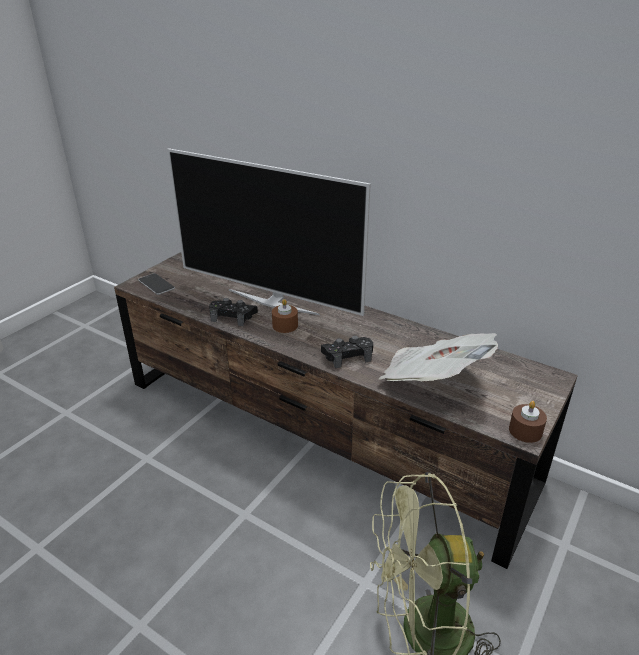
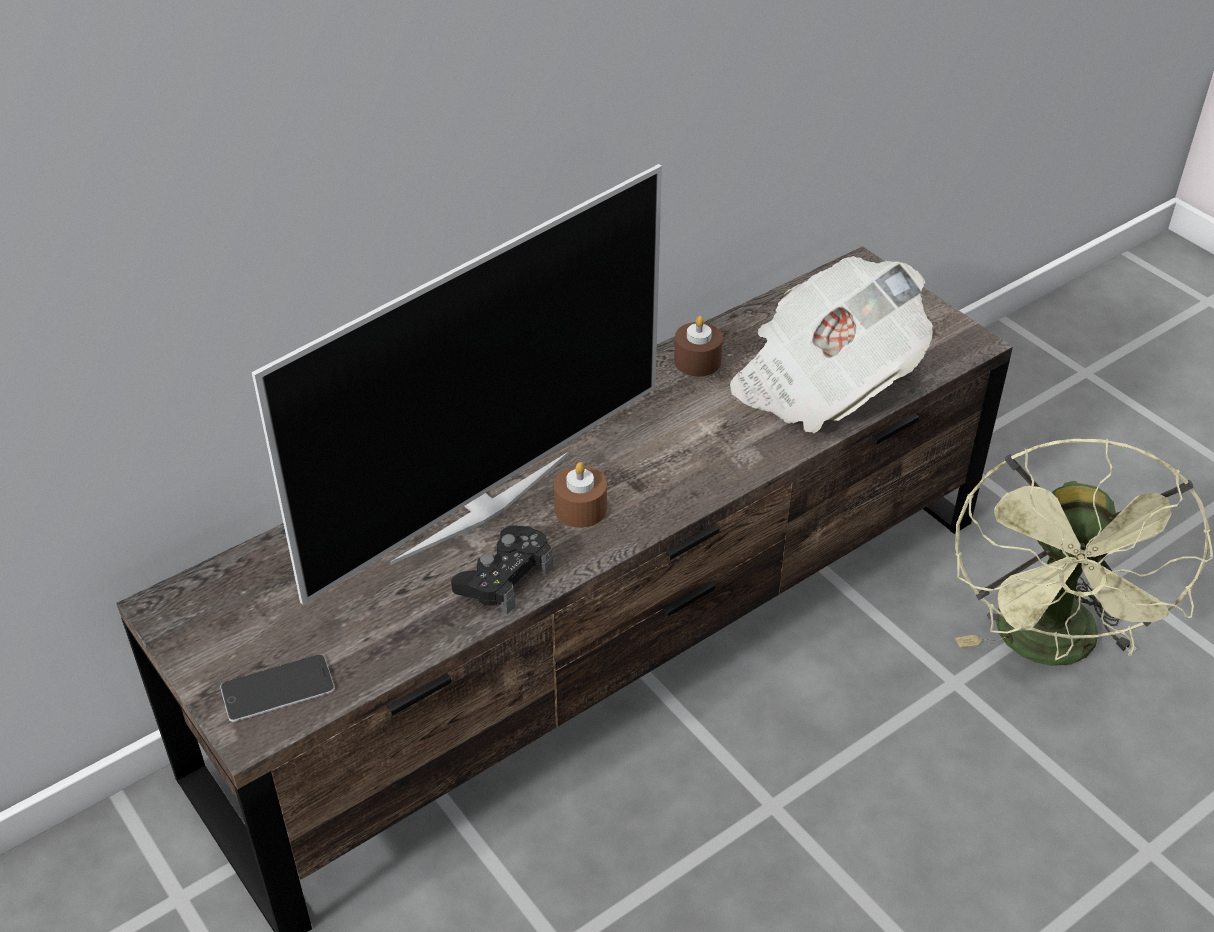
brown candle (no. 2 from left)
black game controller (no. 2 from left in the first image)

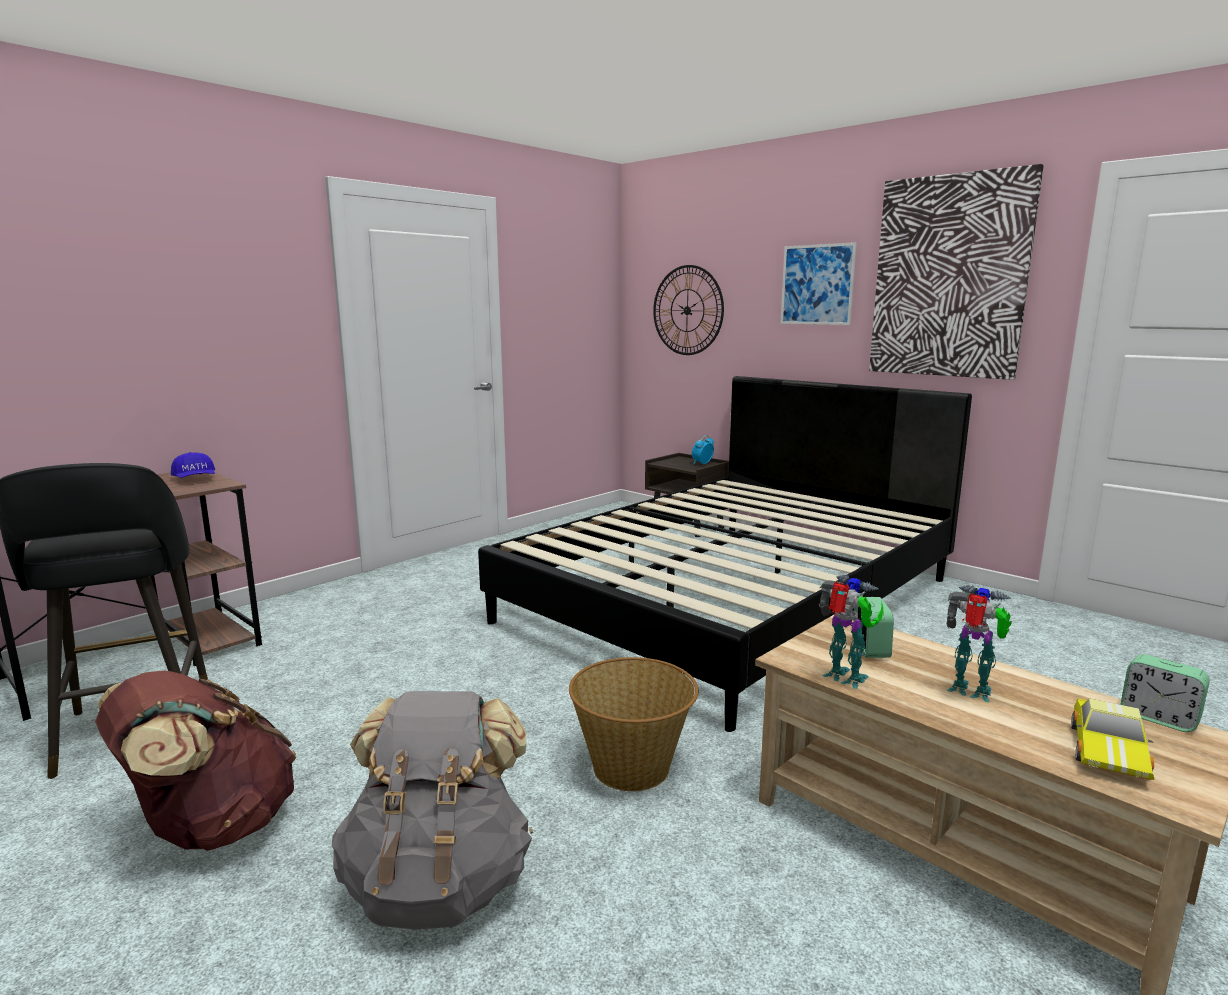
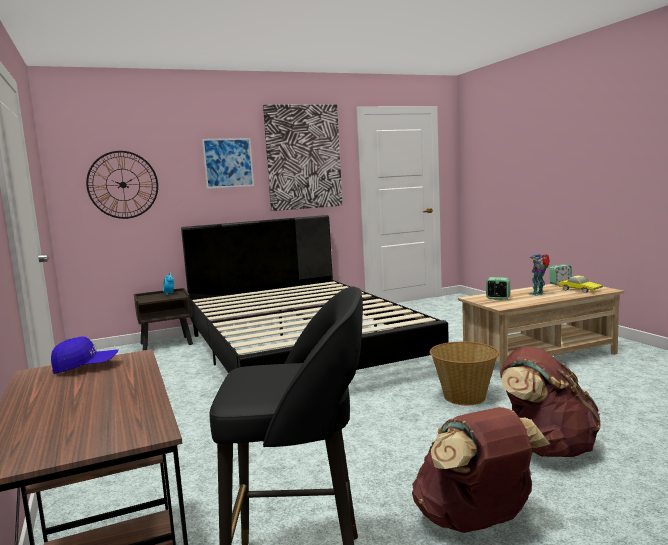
brown backpack (no. 2 from left)
toy robot (no. 1 from left in the first image)

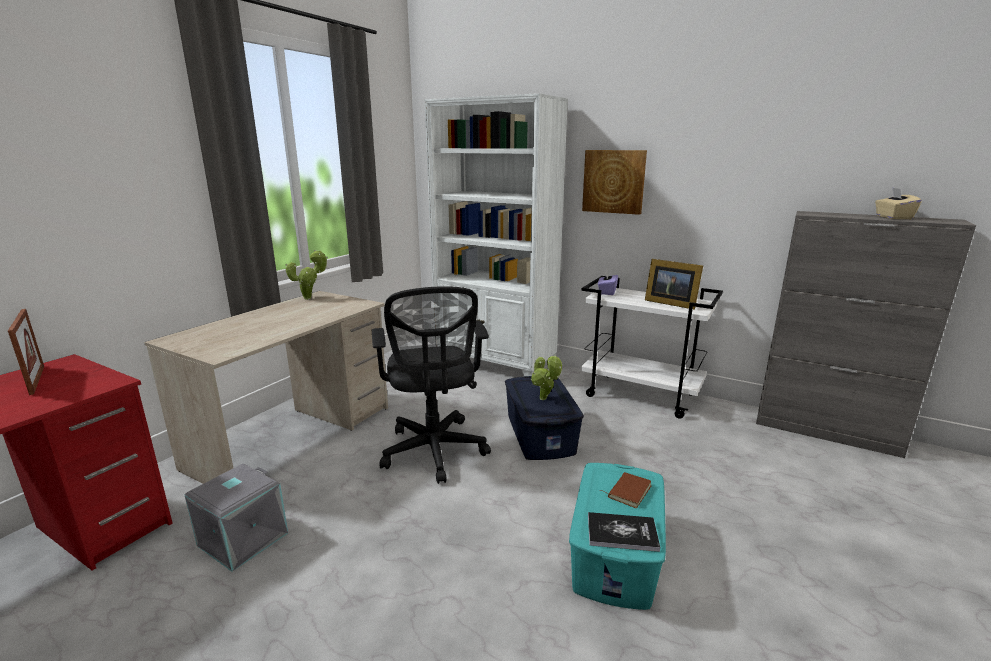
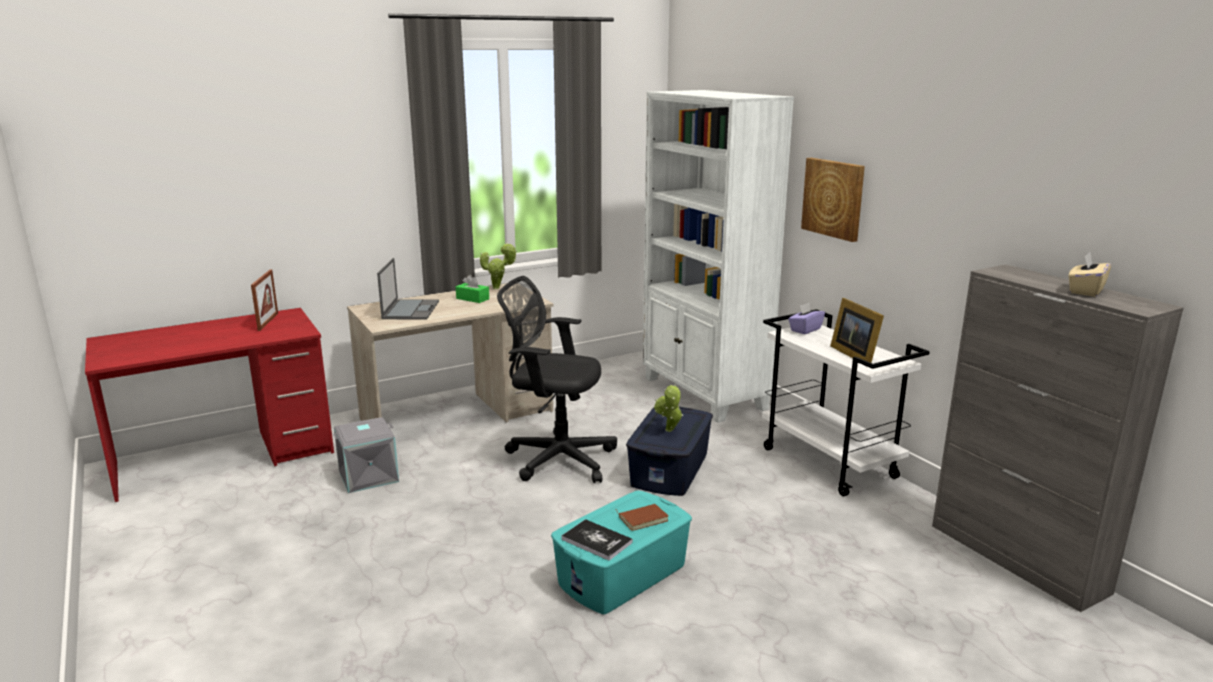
laptop
green tissue box
black office chair

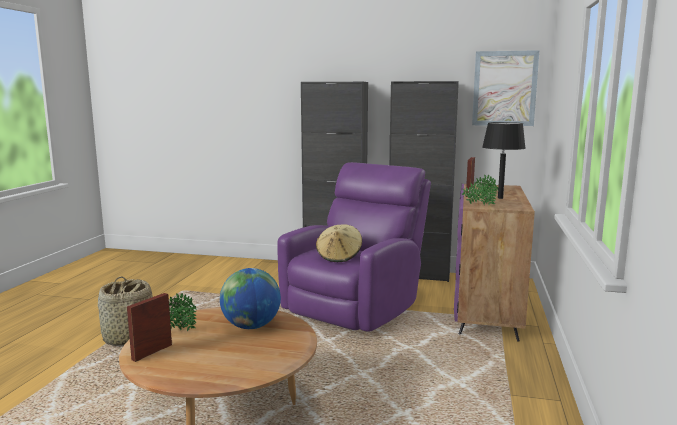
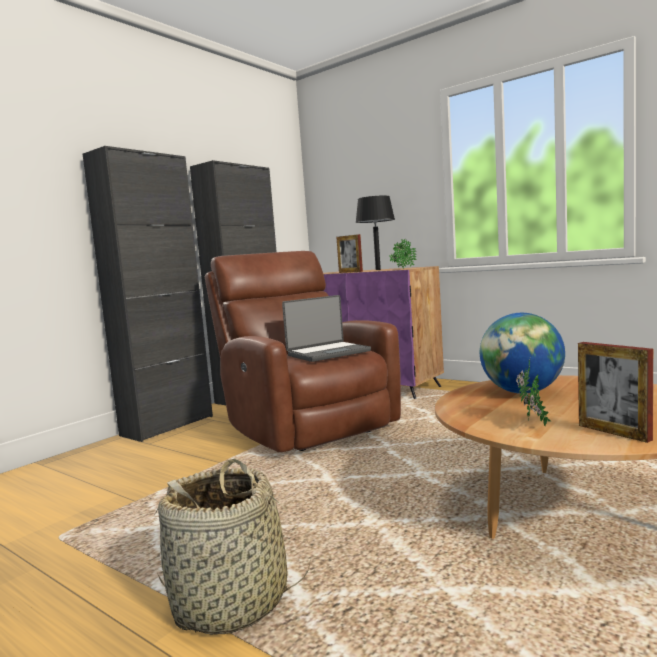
brown armchair
laptop
picture

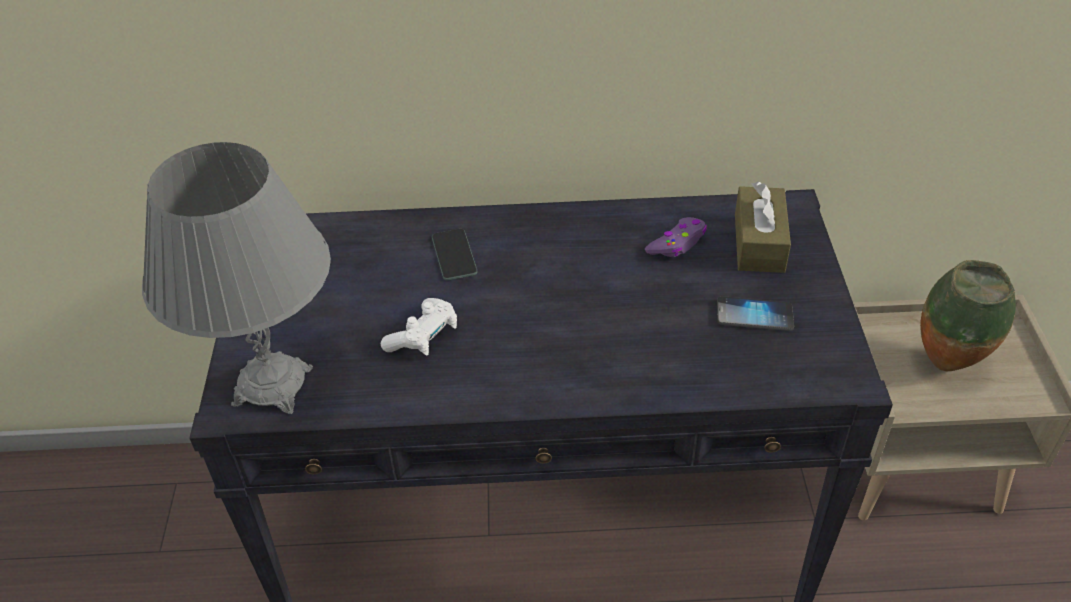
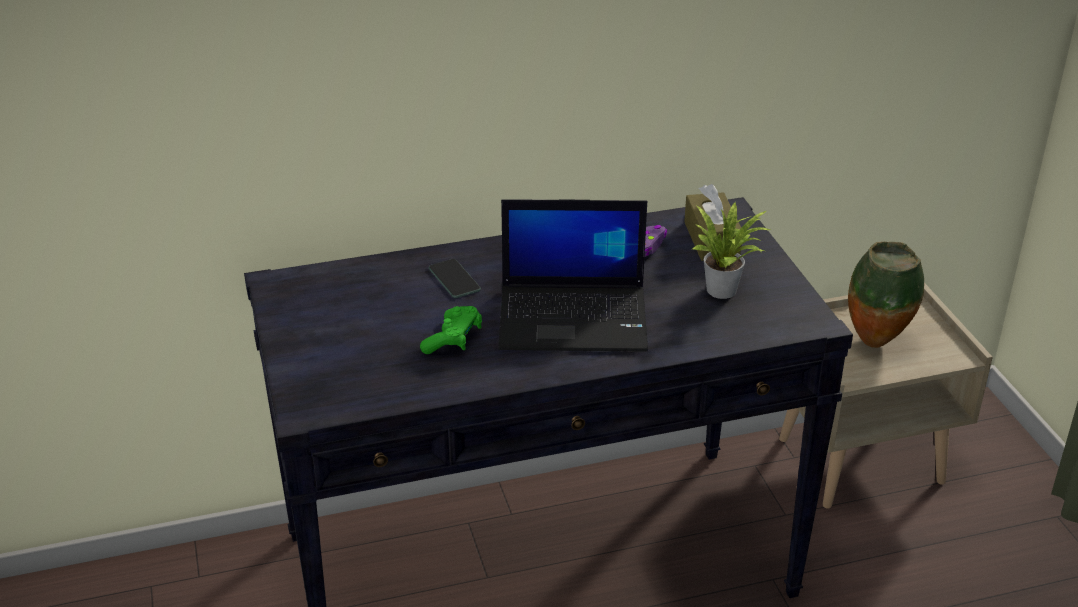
green game controller
laptop
potted plant
grey table lamp

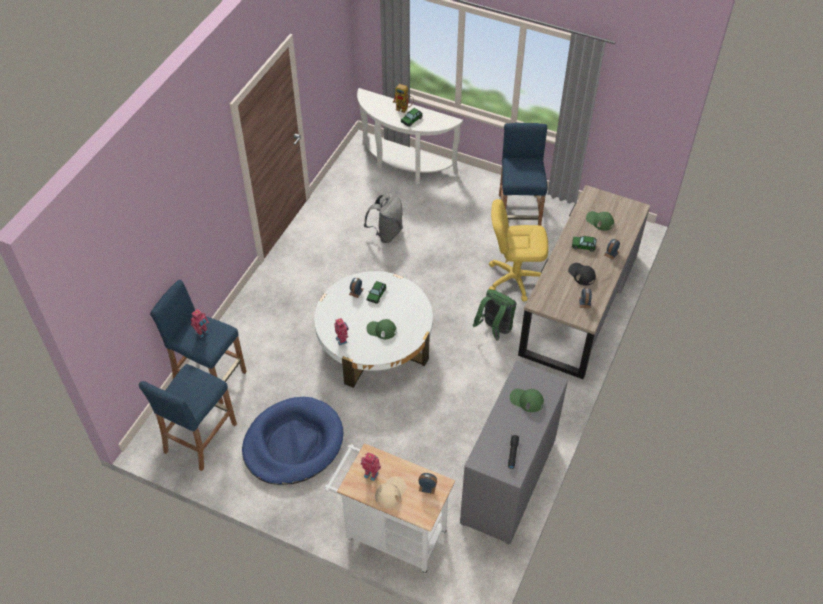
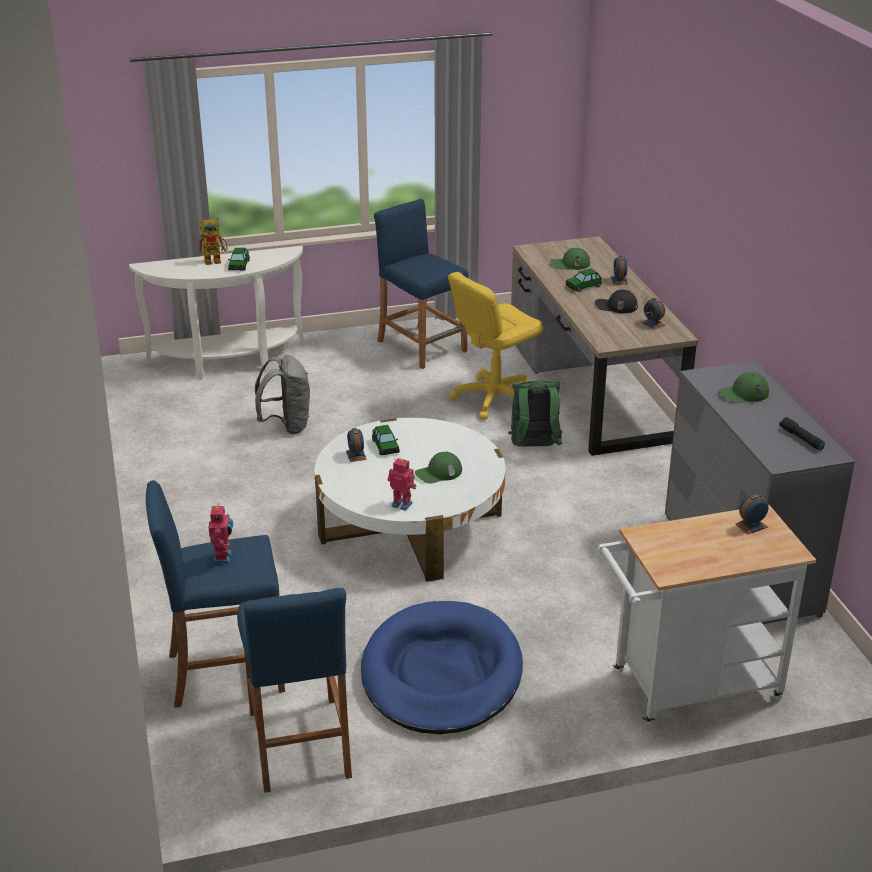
toy robot (no. 3 from left in the first image)
beige cap

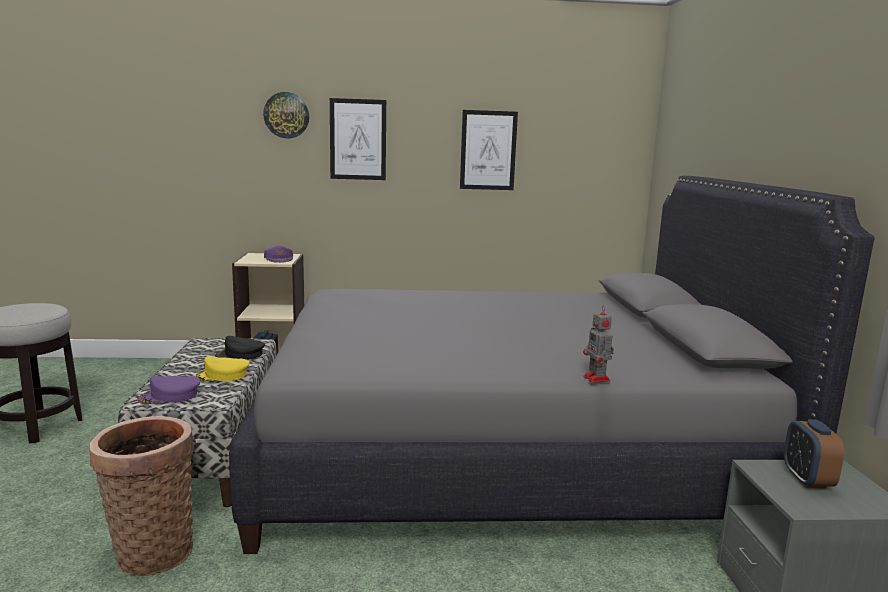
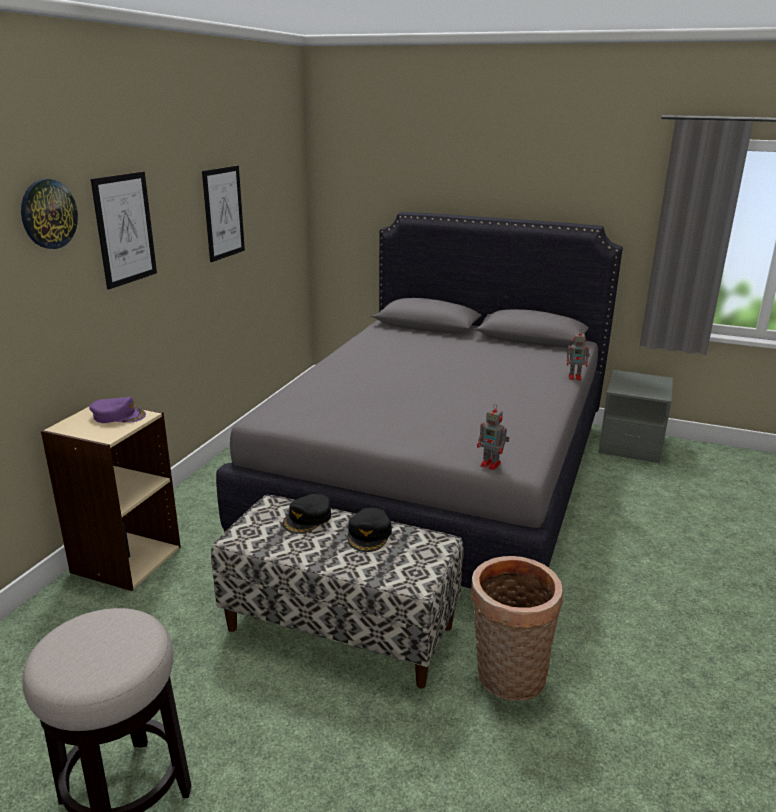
black cap (no. 2 from left)
toy robot (no. 1 from left)
purple cap (no. 1 from left in the first image)
alarm clock

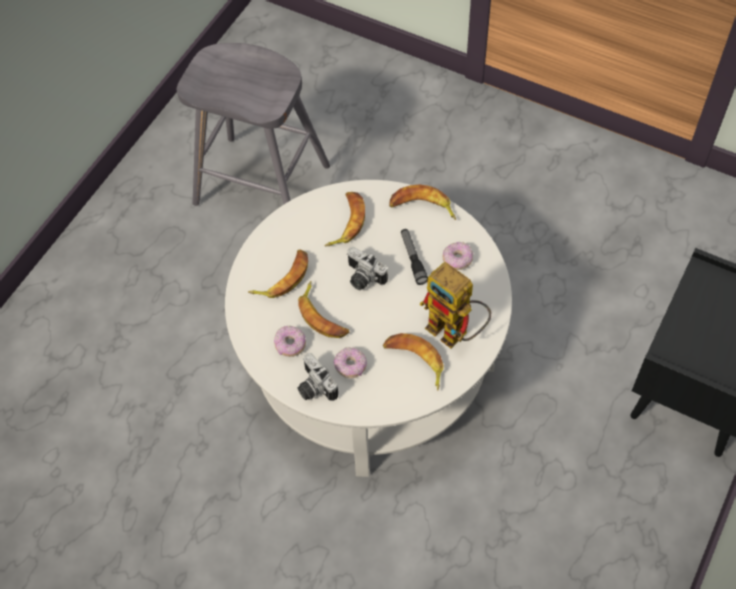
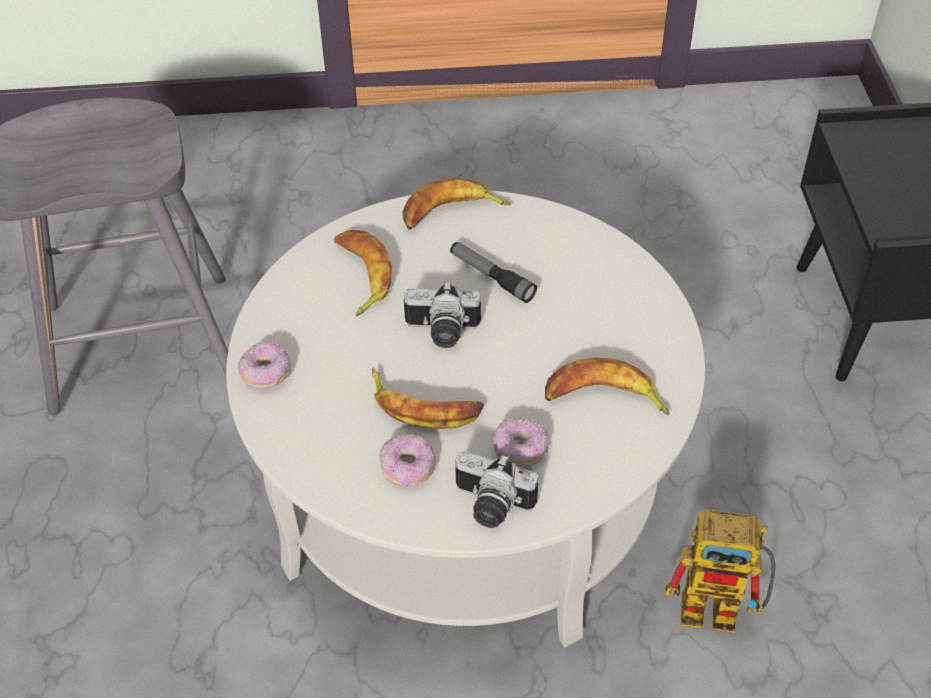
donut (no. 1 from left)
toy robot
banana (no. 1 from left in the first image)

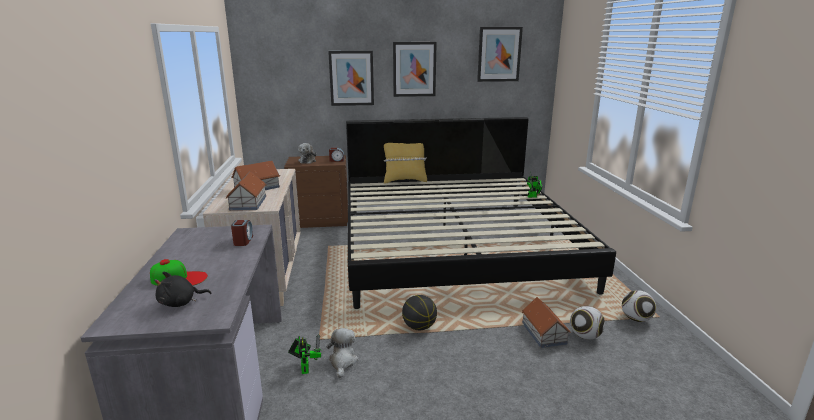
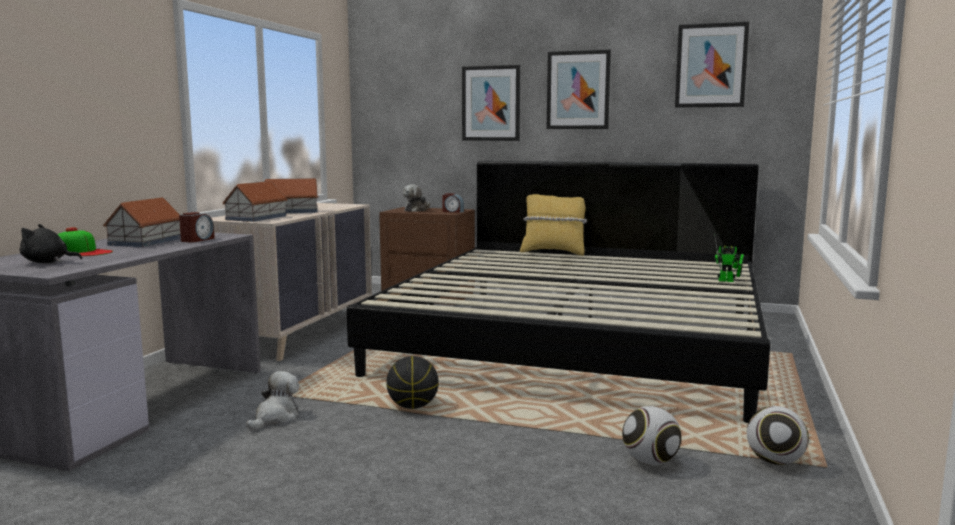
toy house (no. 1 from left)
toy robot (no. 1 from left in the first image)

